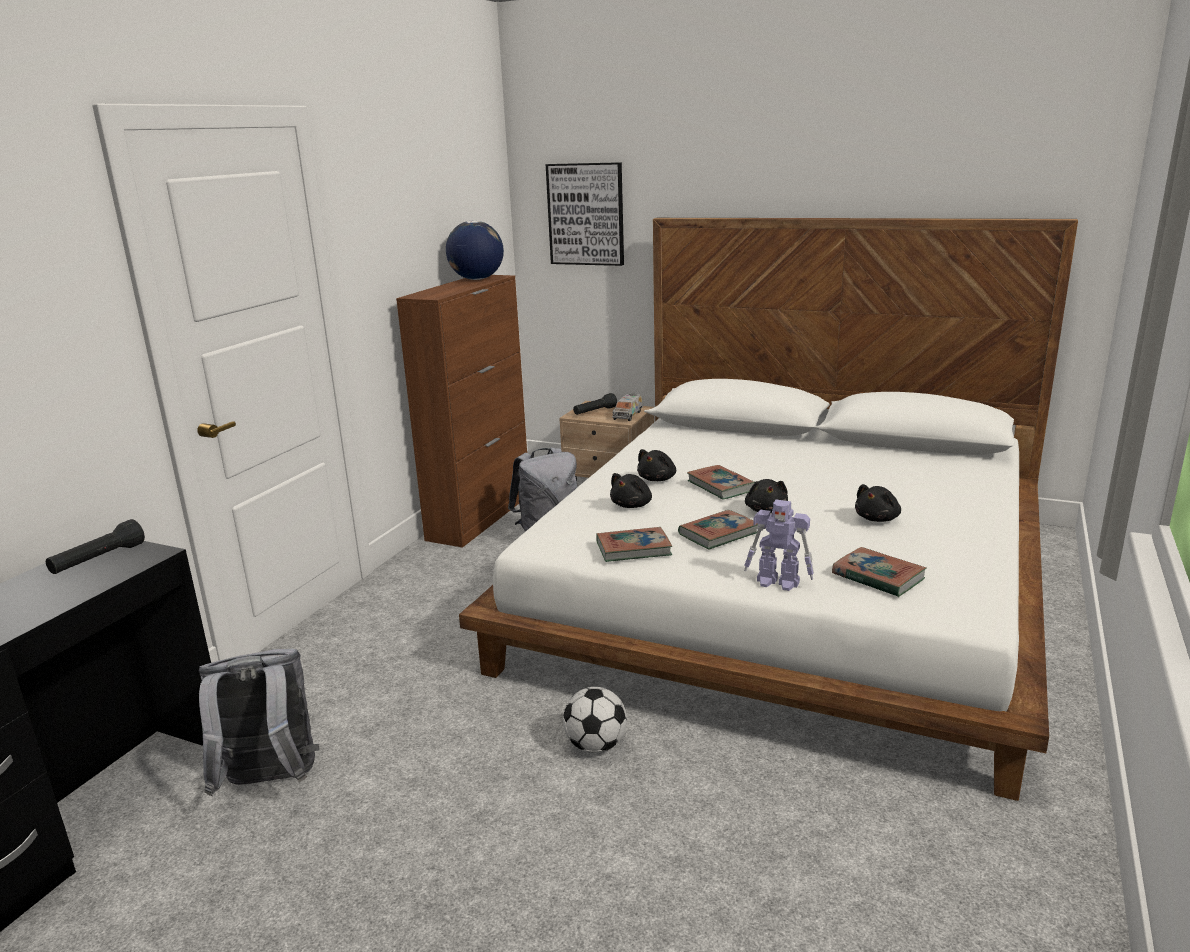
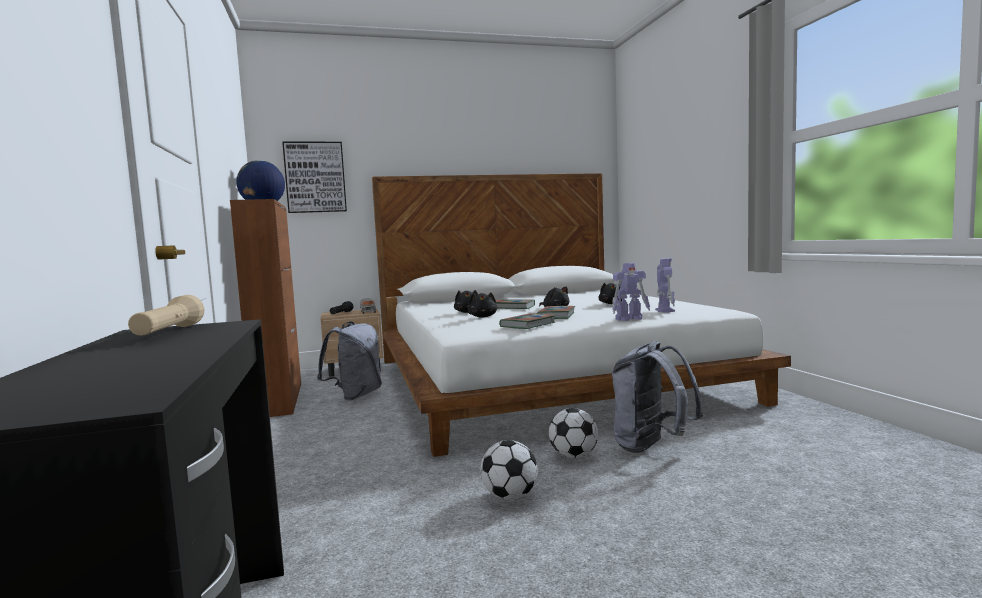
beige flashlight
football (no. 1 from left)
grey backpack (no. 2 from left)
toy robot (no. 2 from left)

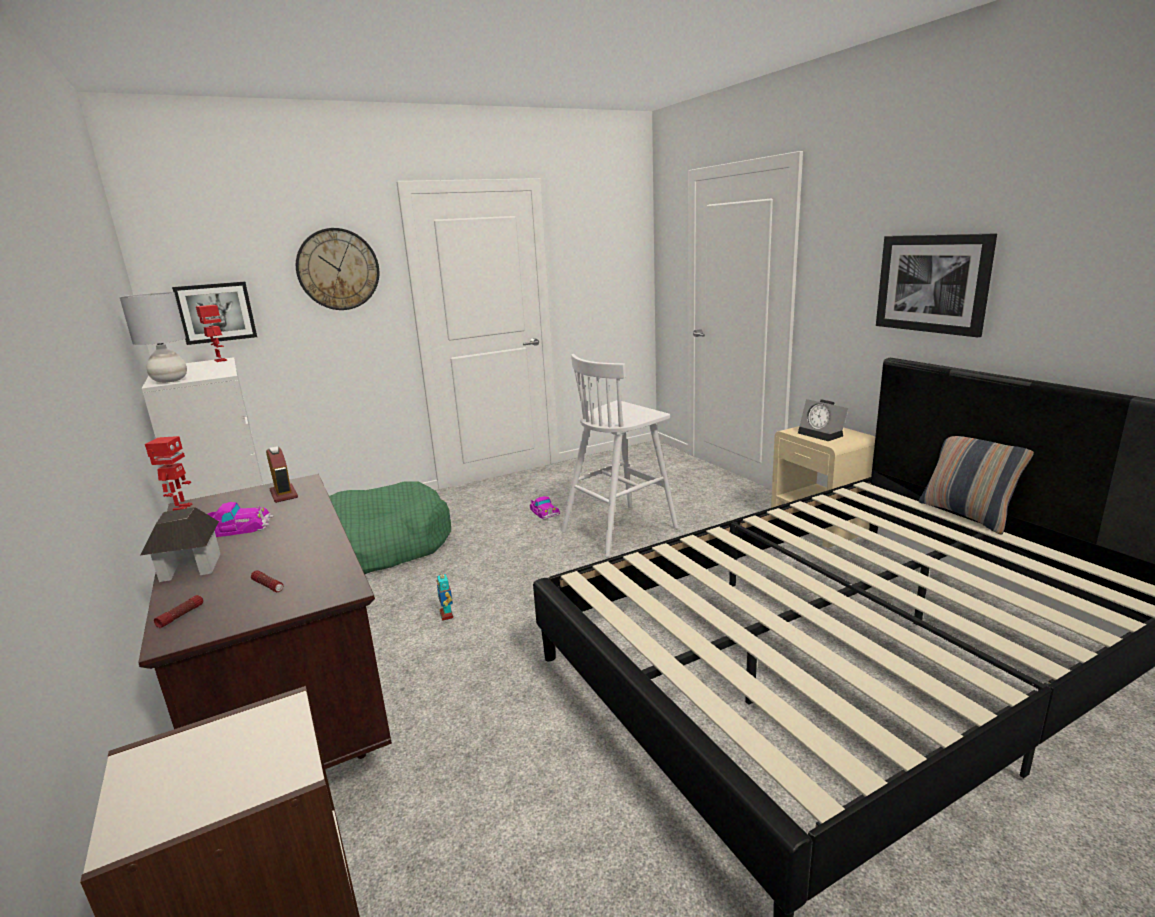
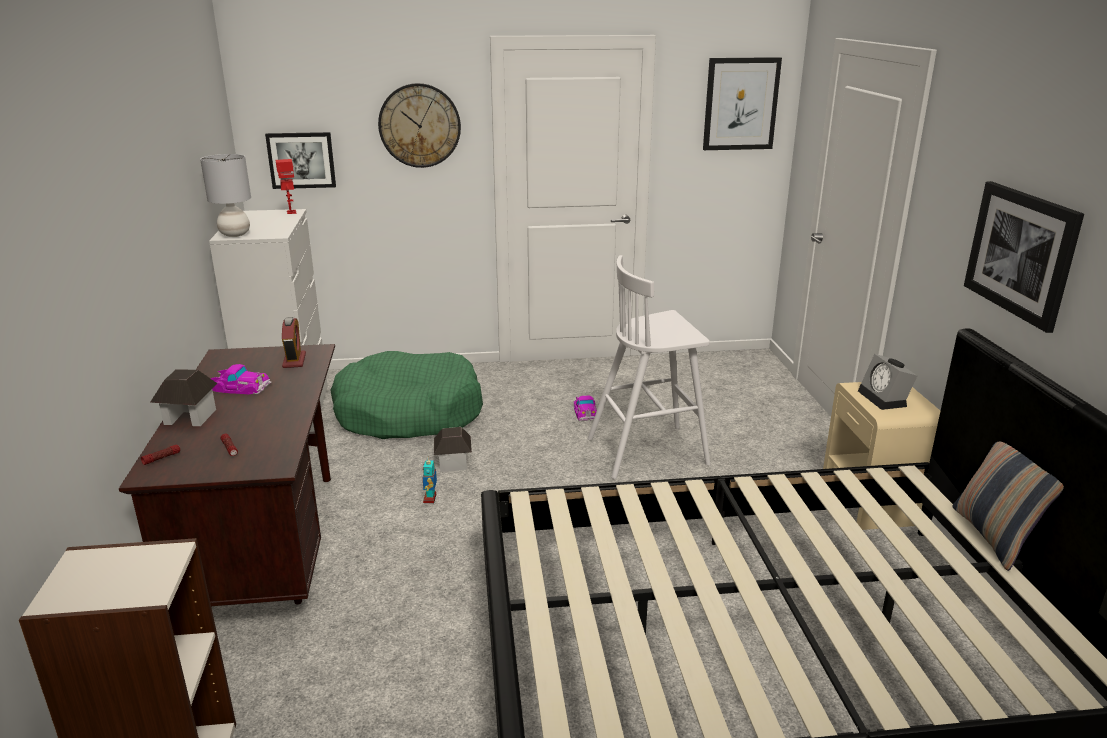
toy house (no. 2 from left)
picture (no. 2 from left)
toy robot (no. 1 from left in the first image)

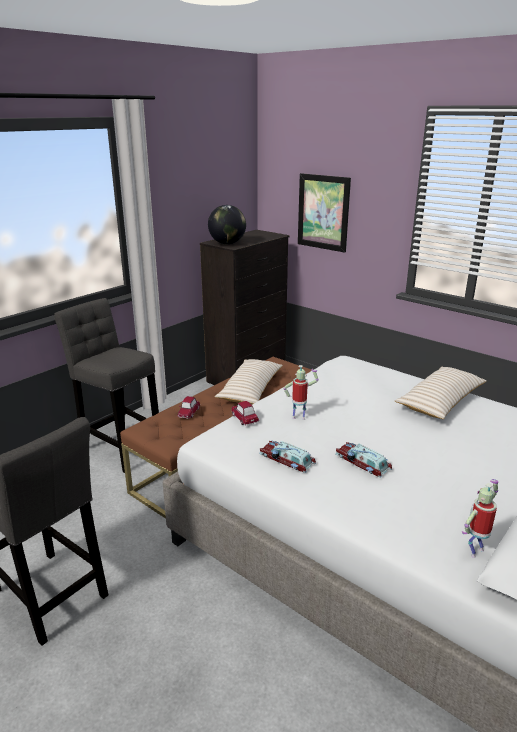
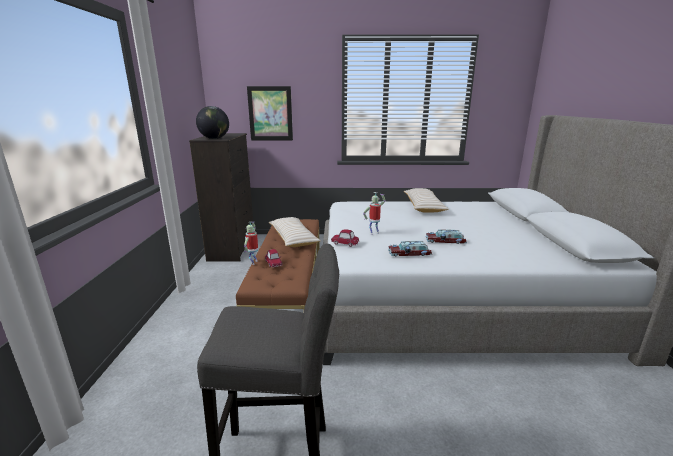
toy robot (no. 1 from left)
grey stool (no. 2 from left in the first image)

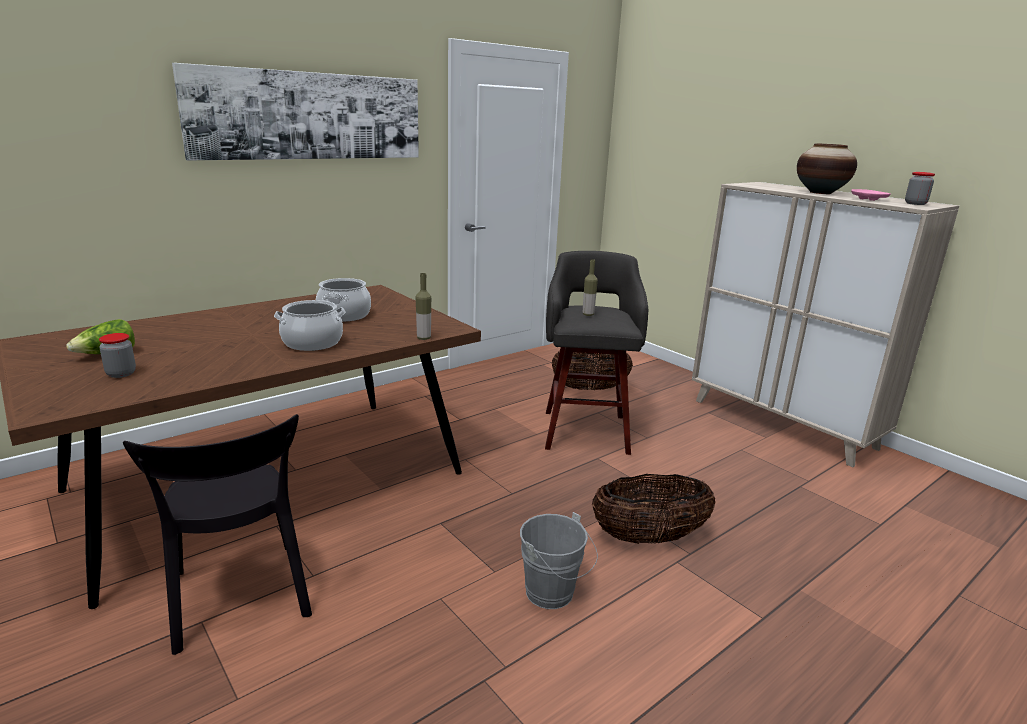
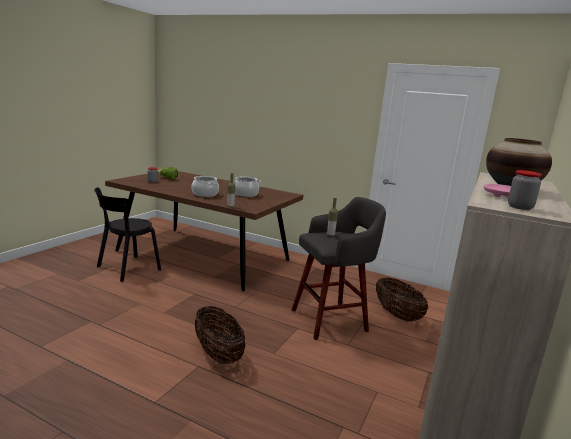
picture
grey bucket

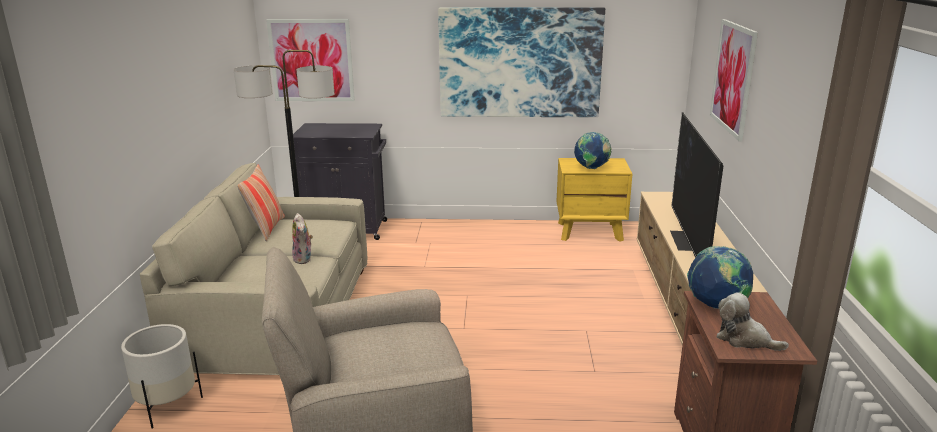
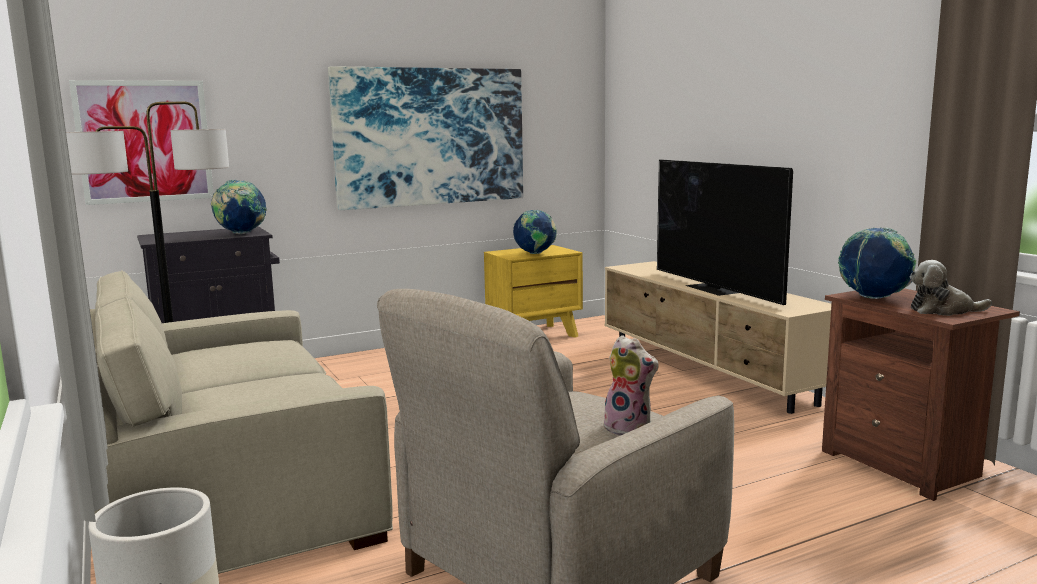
globe (no. 1 from left)
plush toy (no. 1 from left)
pillow
picture (no. 3 from left in the first image)

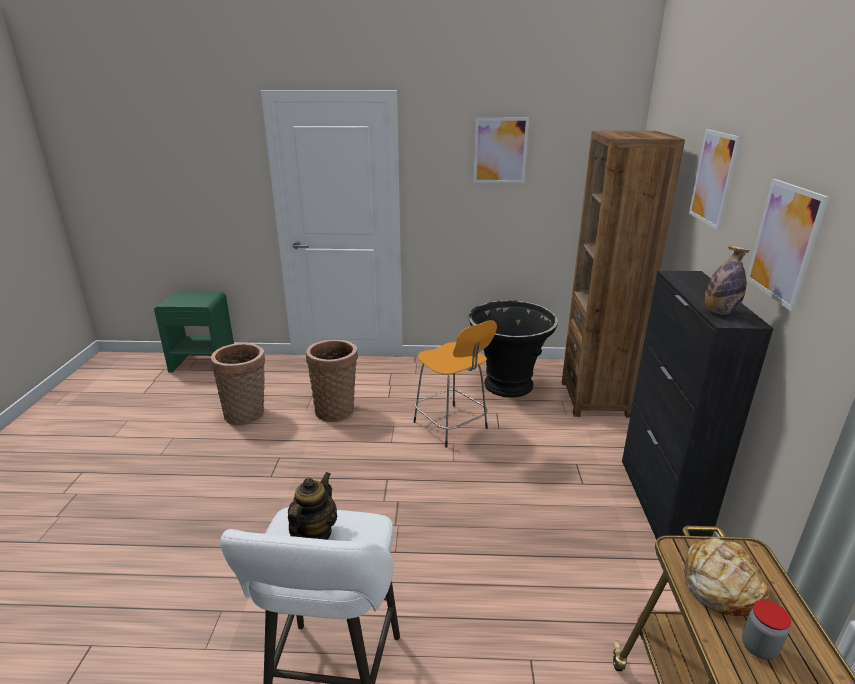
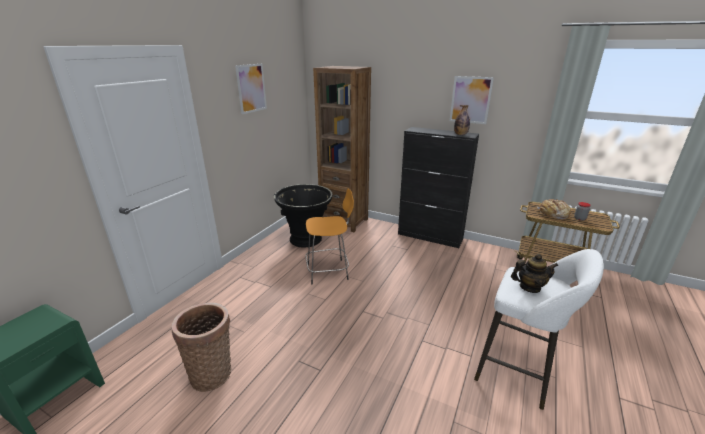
teapot
basket (no. 2 from left in the first image)
picture (no. 2 from left in the first image)

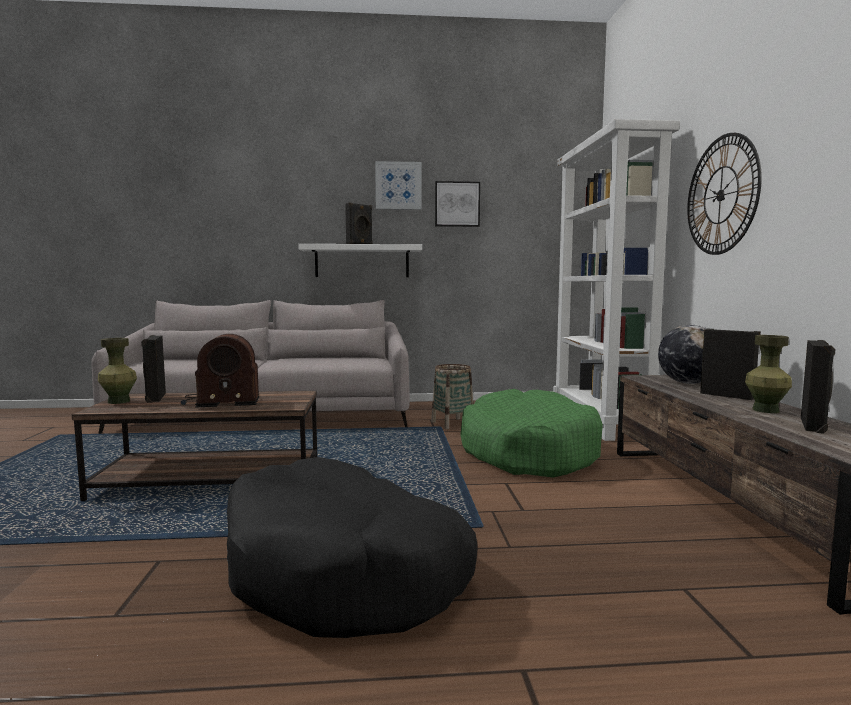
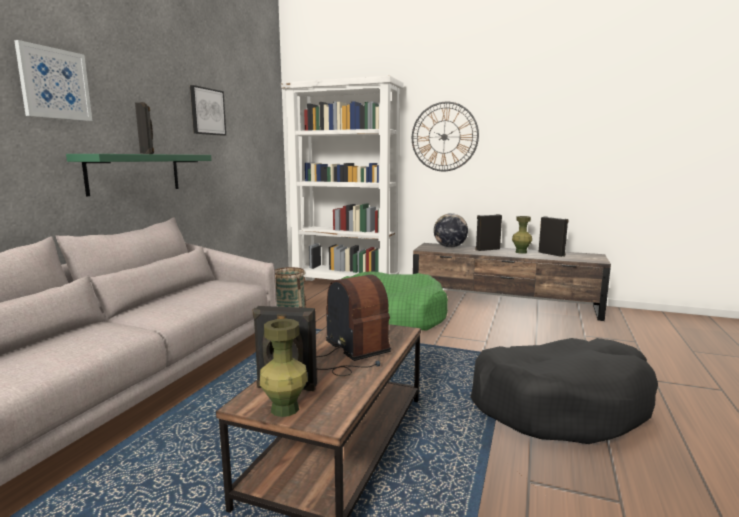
picture (no. 1 from left)
green shelf
radio

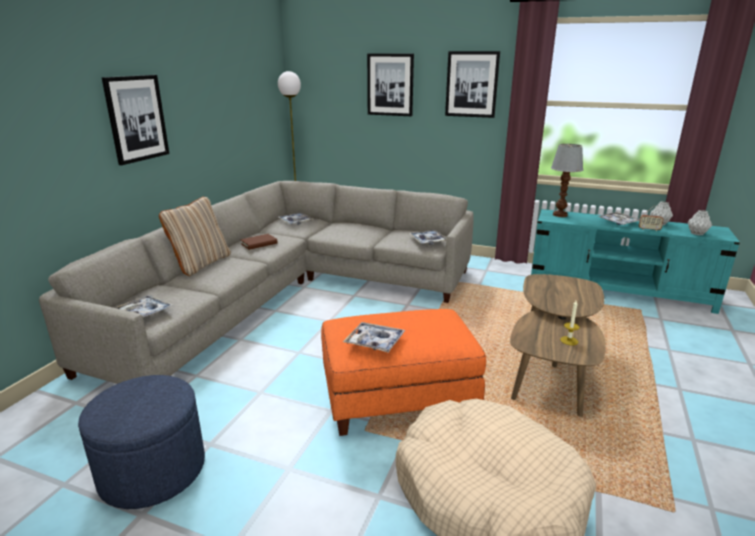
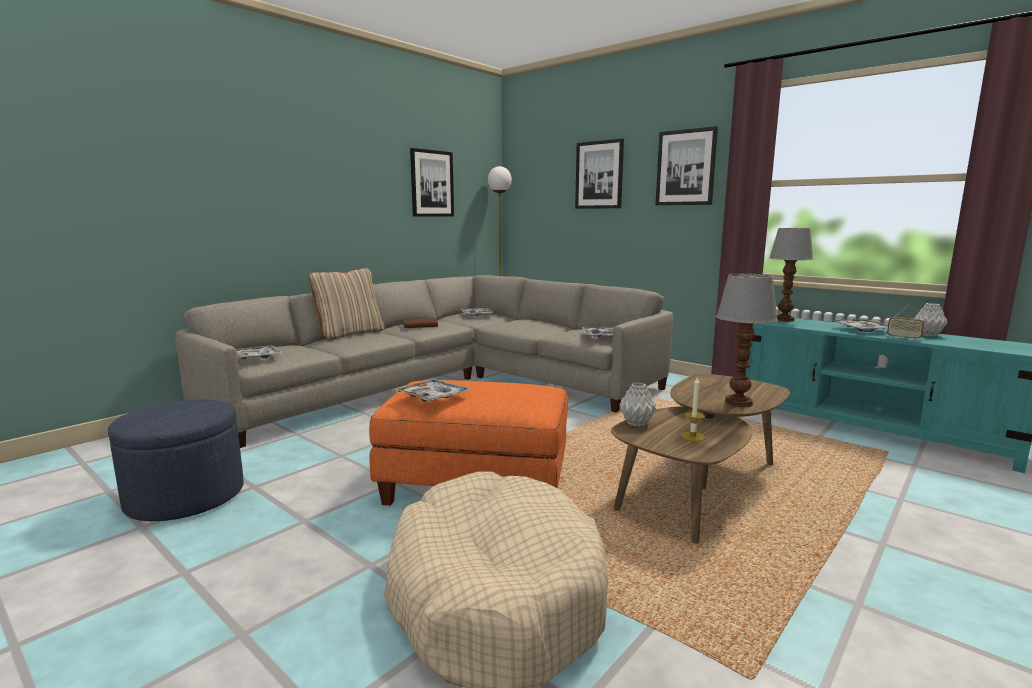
picture (no. 1 from left)
grey vase (no. 1 from left)
table lamp (no. 1 from left)

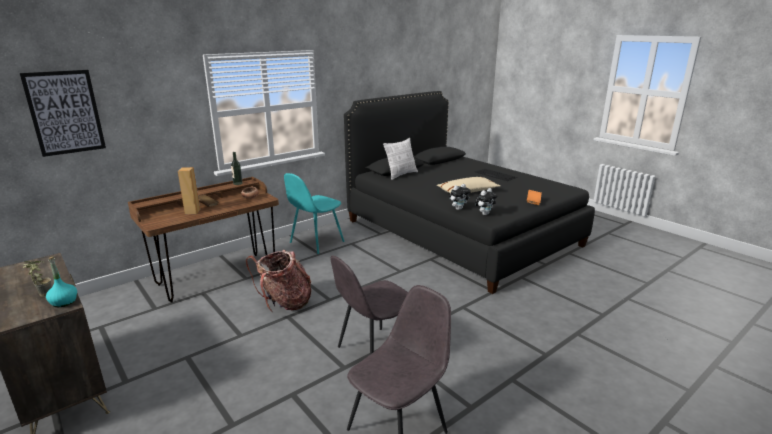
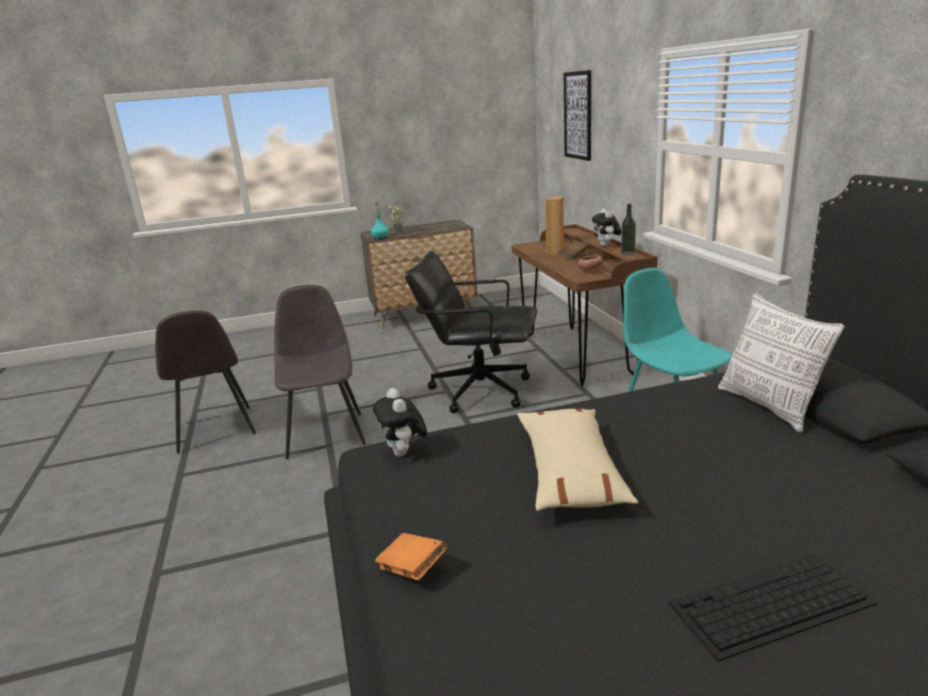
black office chair
plush toy (no. 2 from left)

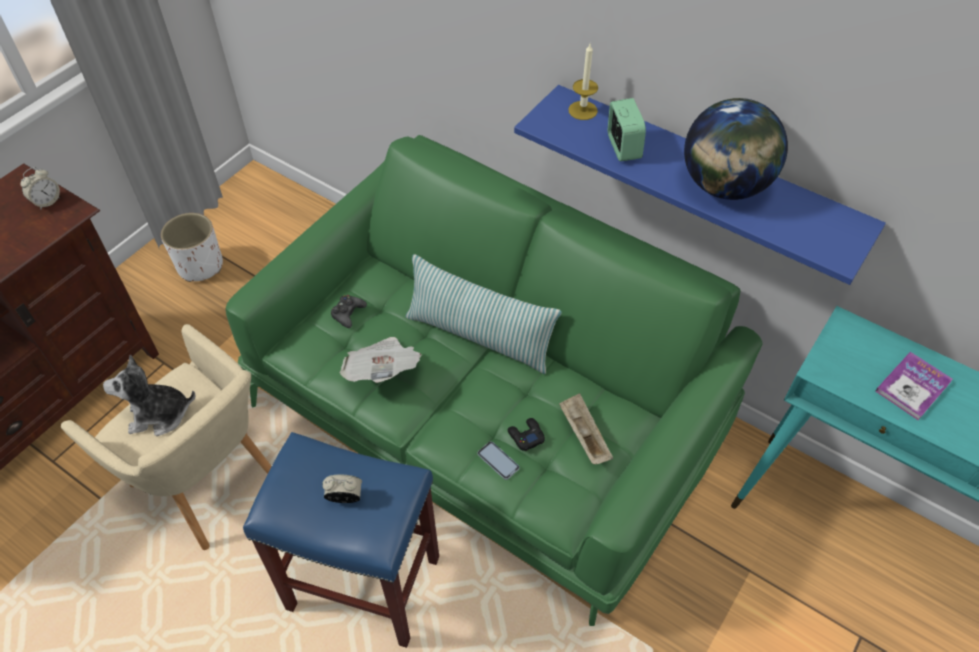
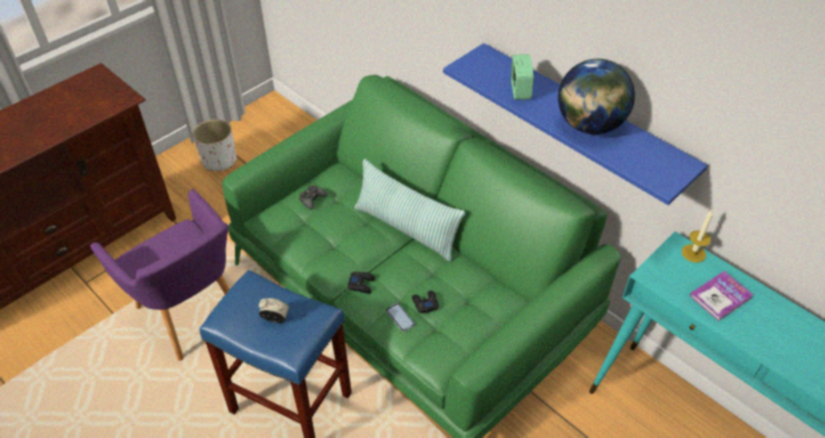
purple armchair
black game controller (no. 2 from left)
candle
alarm clock (no. 1 from left in the first image)
plush toy
newspaper
beige tray

